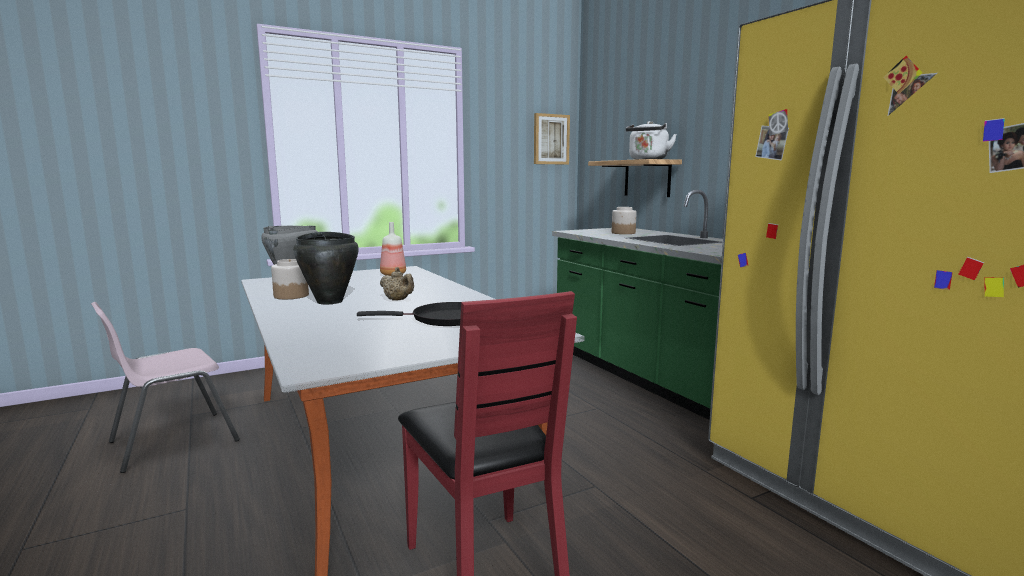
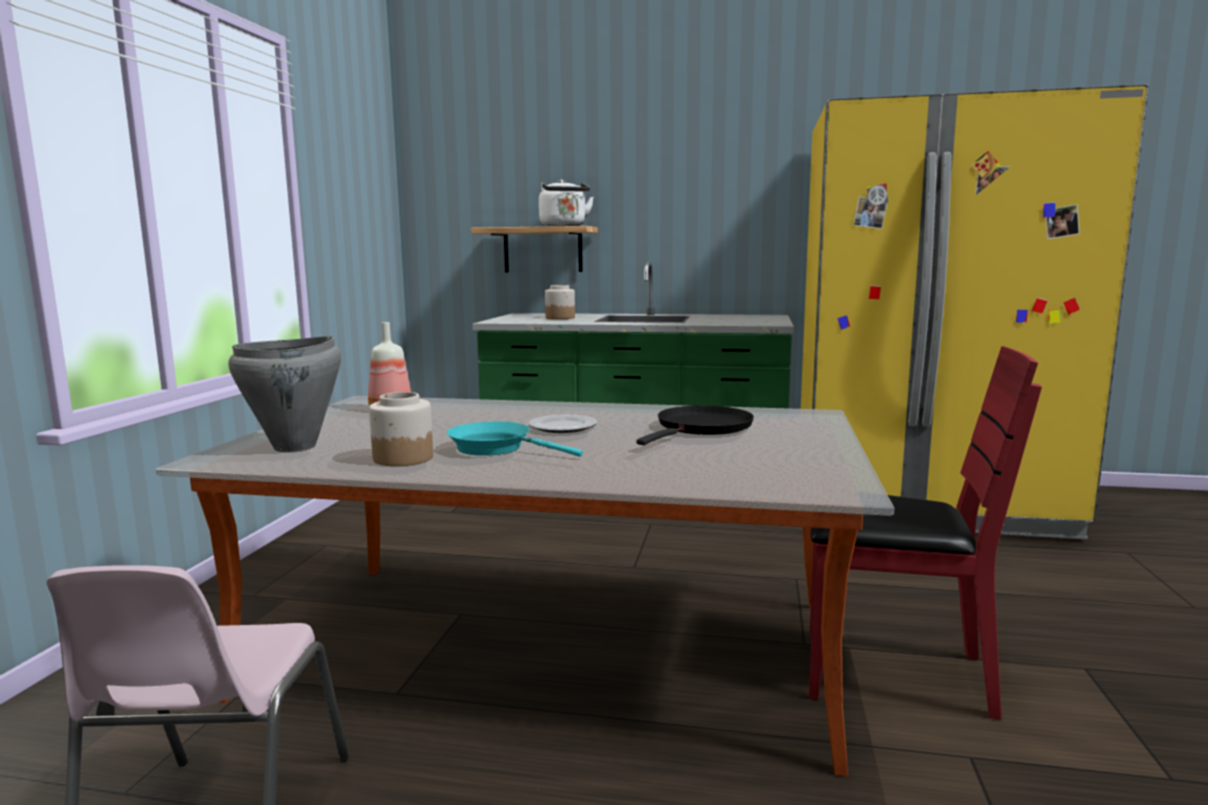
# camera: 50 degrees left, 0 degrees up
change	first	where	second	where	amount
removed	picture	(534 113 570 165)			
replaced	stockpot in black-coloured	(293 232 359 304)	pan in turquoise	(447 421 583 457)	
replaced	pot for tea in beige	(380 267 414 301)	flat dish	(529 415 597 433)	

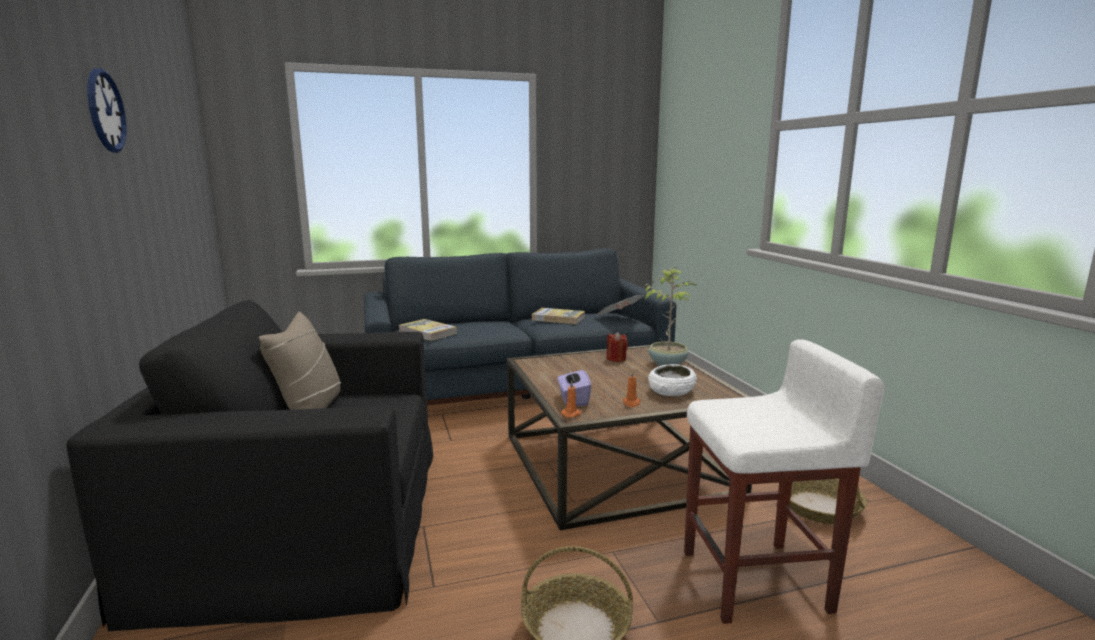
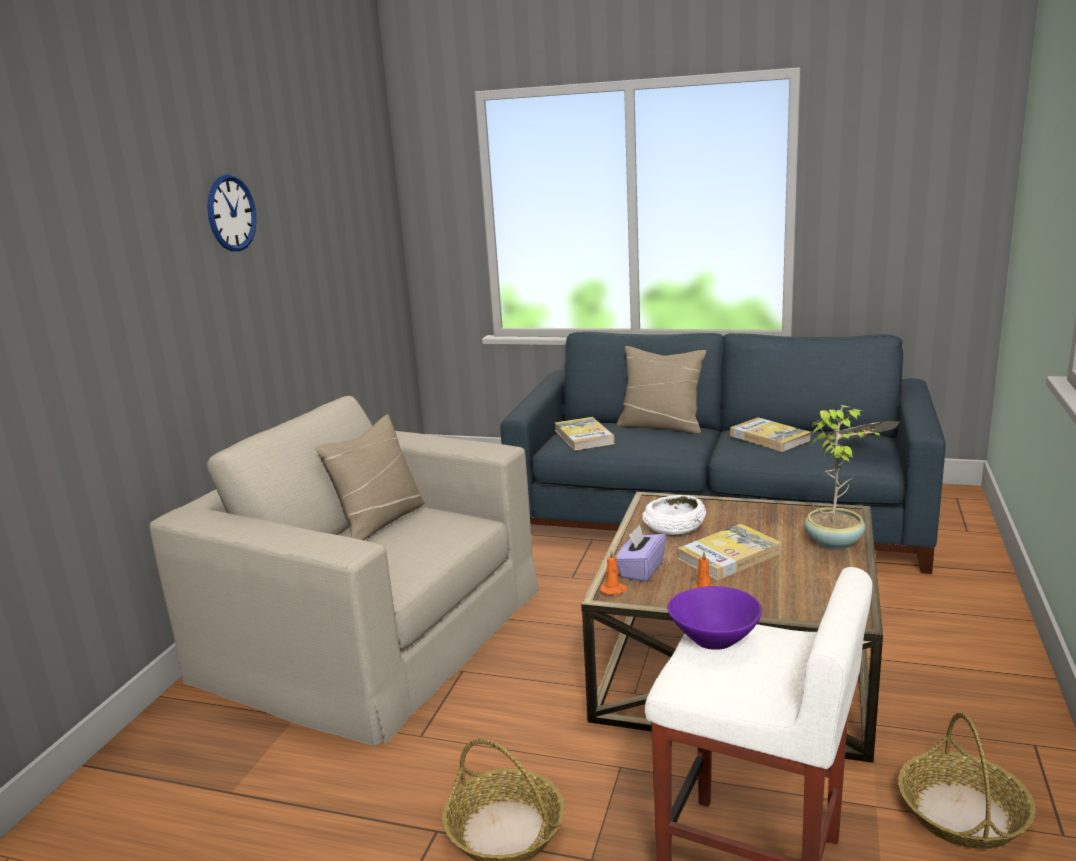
# camera: 35 degrees right, 5 degrees up
change	first	where	second	where	amount
recoloured	armchair in black-coloured	(66 300 433 631)	armchair in beige	(149 396 538 746)	
removed	wax light in red	(606 332 628 362)			
moved	deep dish in white-coloured	(648 364 697 396)		(642 495 706 535)	
added			cushion in beige	(616 346 706 434)	
added			book	(678 524 782 580)	
added			deep dish in purple-coloured	(667 586 762 650)	

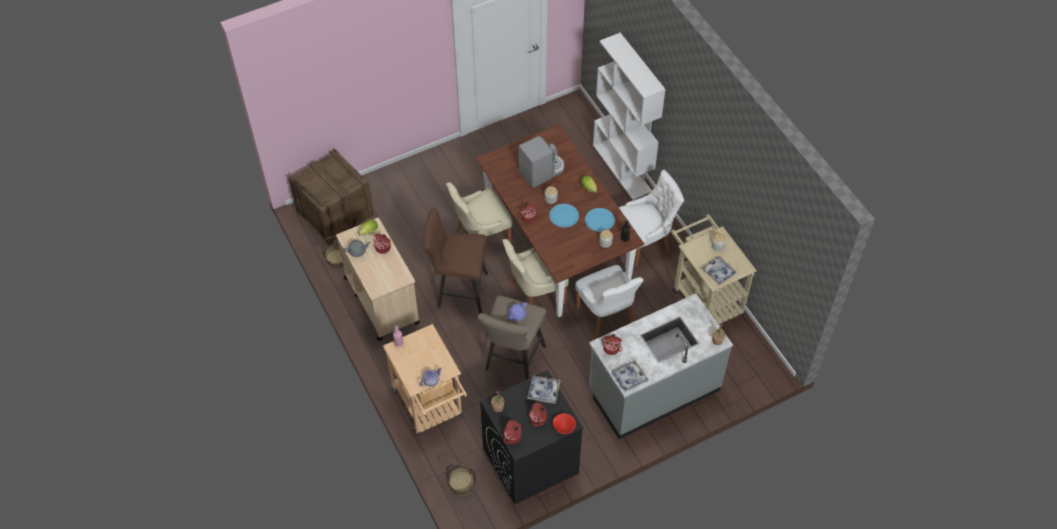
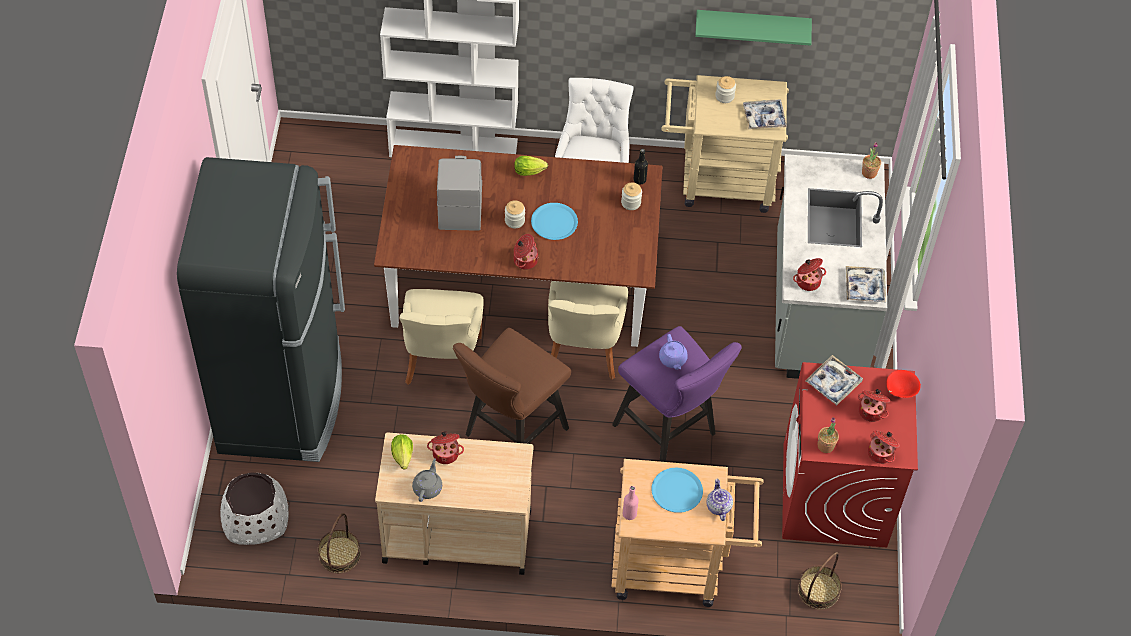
# camera: 60 degrees left, 0 degrees up
change	first	where	second	where	amount
replaced	shipping crate	(288 149 374 246)	flower pot in white-coloured	(220 472 289 545)	
moved	flat dish in blue	(585 208 615 232)		(651 468 703 513)	
removed	chair in white-coloured	(575 265 644 337)			
recoloured	sitting stool in beige	(478 295 546 380)	sitting stool in purple-coloured	(612 326 742 462)	
recoloured	washing machine in black-coloured	(480 370 584 505)	washing machine in red	(782 362 918 548)	
added			shelf in green	(695 10 812 46)	
added			fridge in black-coloured	(177 157 345 462)	

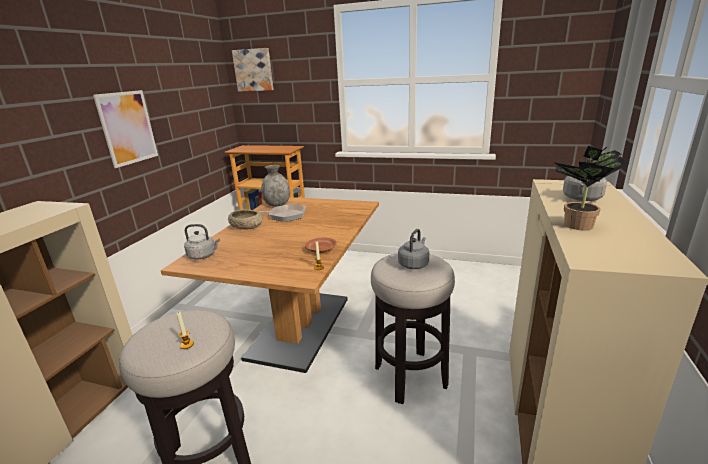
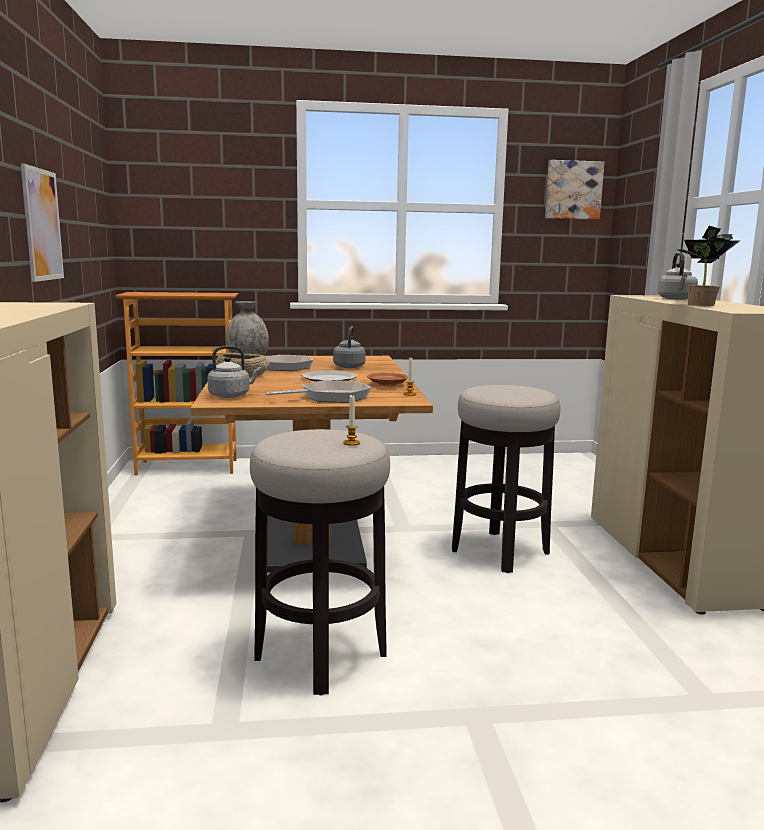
# camera: 25 degrees left, 10 degrees down
change	first	where	second	where	amount
moved	picture	(232 48 274 92)		(545 160 605 220)	
moved	water kettle in greyish	(398 229 429 269)		(333 327 366 368)	
added			flat dish	(302 370 358 382)	
added			pan	(266 380 371 403)	

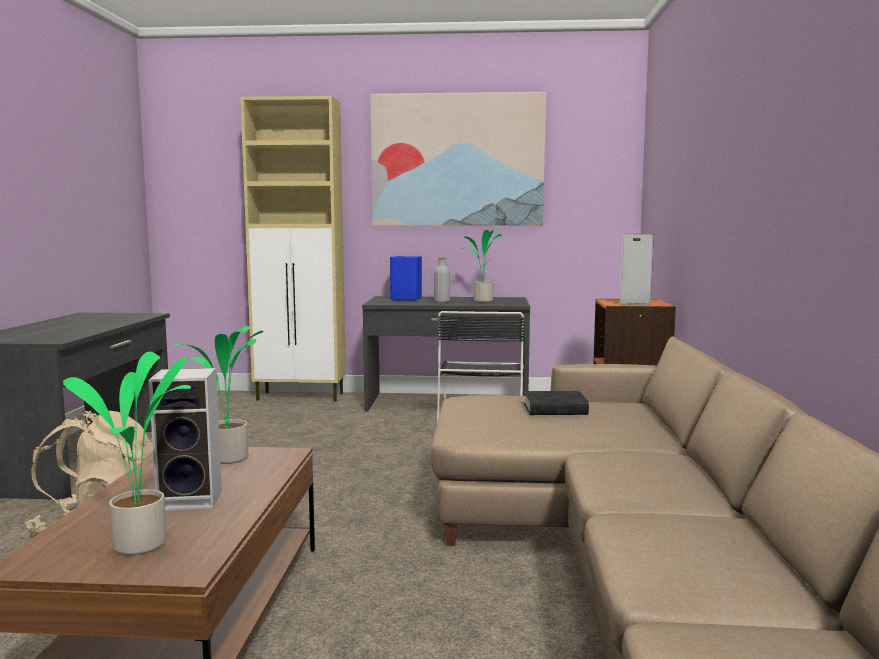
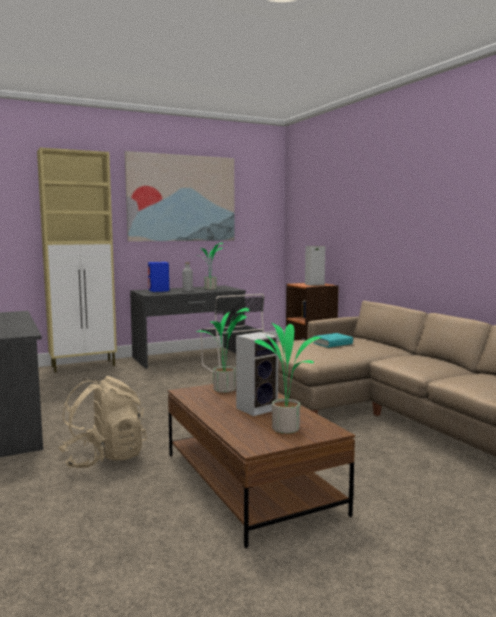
# camera: 30 degrees left, 0 degrees up
change	first	where	second	where	amount
recoloured	book in black-coloured	(524 391 589 415)	book in turquoise	(313 333 353 348)	

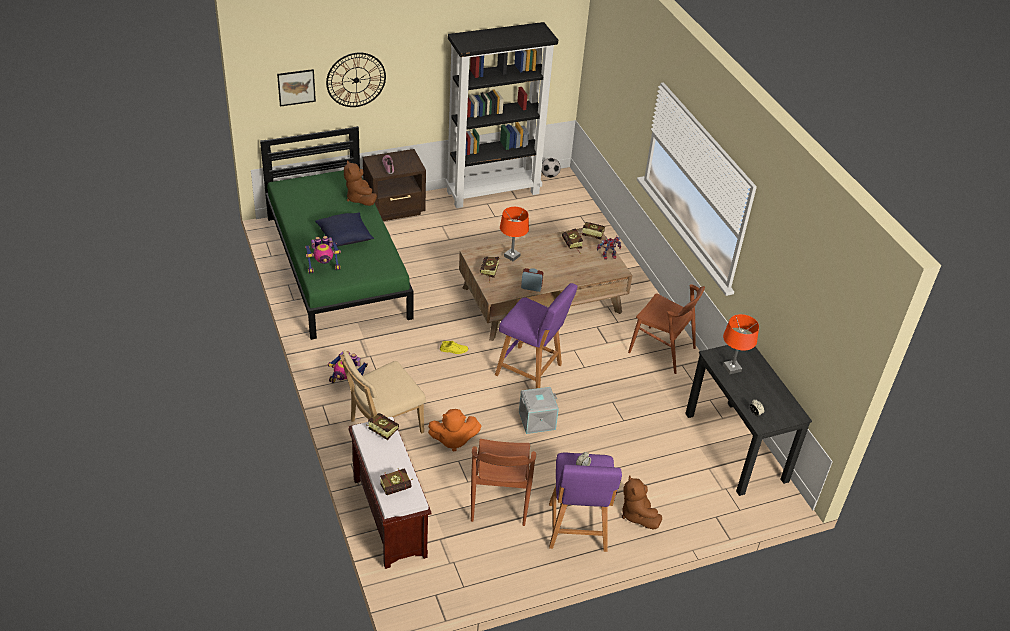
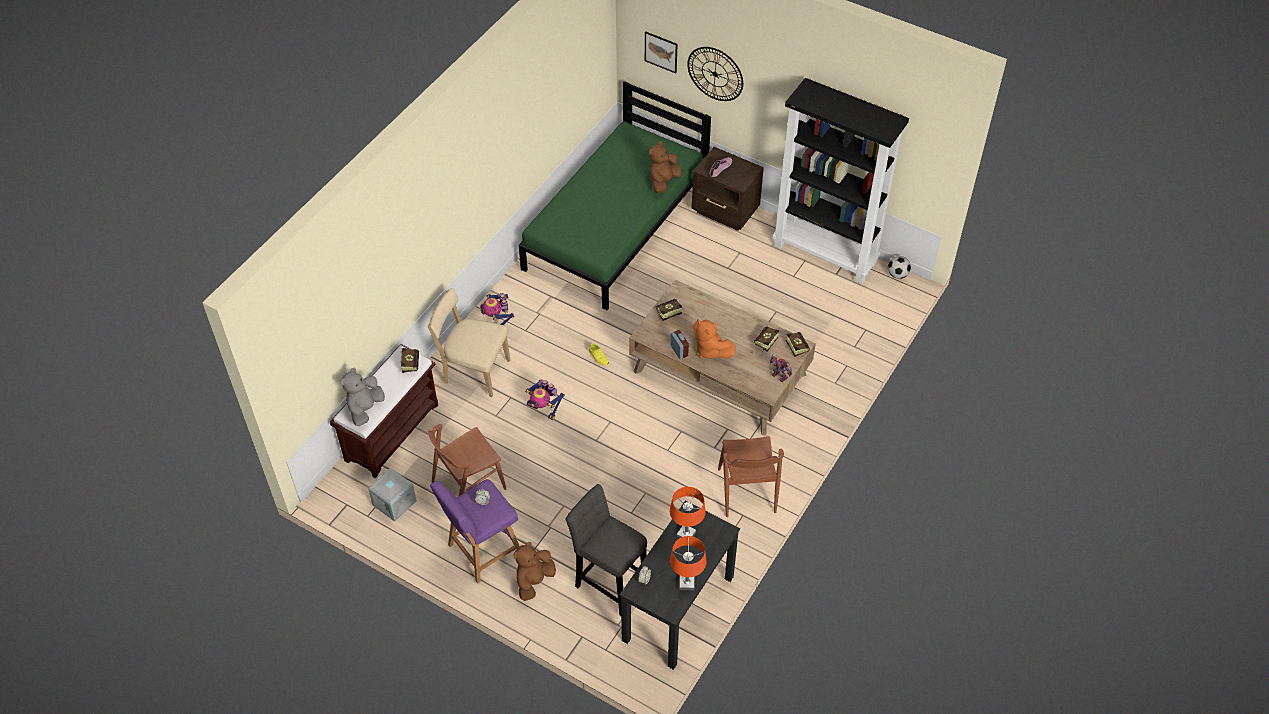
# camera: 55 degrees right, 10 degrees up
change	first	where	second	where	amount
moved	table lamp in orangey	(500 207 529 261)		(670 536 707 590)	
removed	cushion in blue	(315 213 374 248)			
moved	model robot	(305 236 341 274)		(525 379 565 420)	
removed	sitting stool in purple-coloured	(495 283 578 389)			
moved	storage box in greyish	(519 387 559 434)		(368 468 417 522)	
moved	plush toy in orangey	(428 409 481 451)		(693 319 736 358)	
replaced	book	(380 468 413 495)	plush toy in greyish	(340 368 385 426)	
added			sitting stool in greyish	(565 484 647 616)	

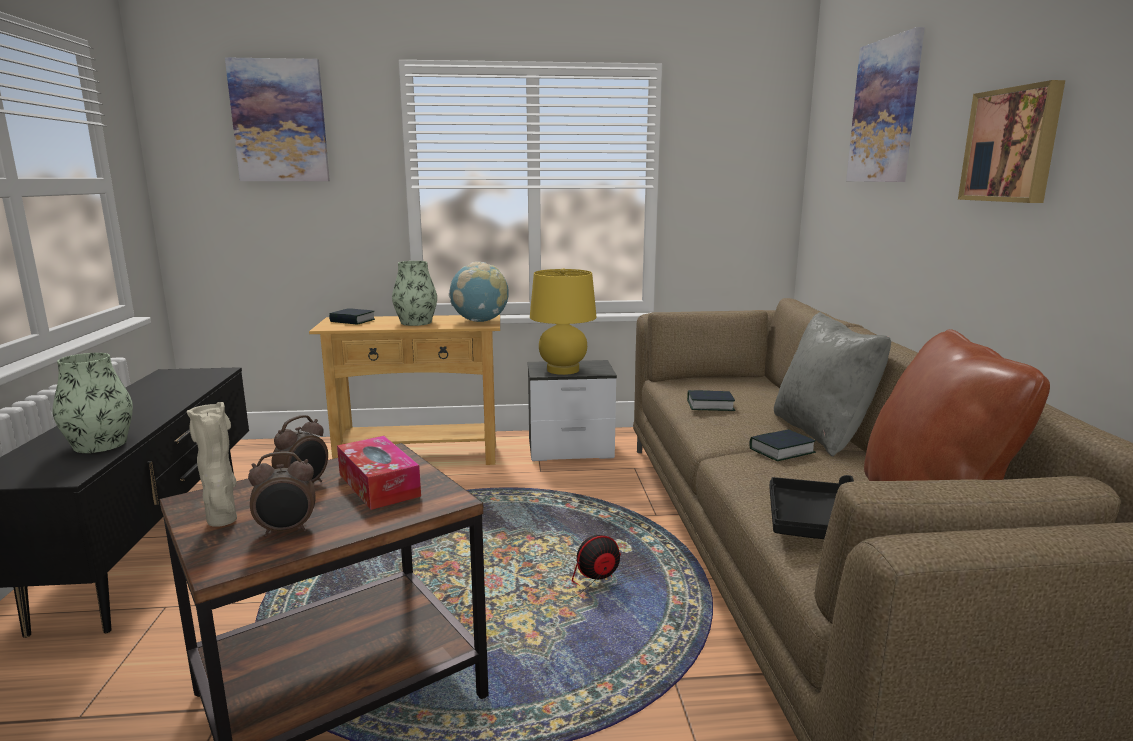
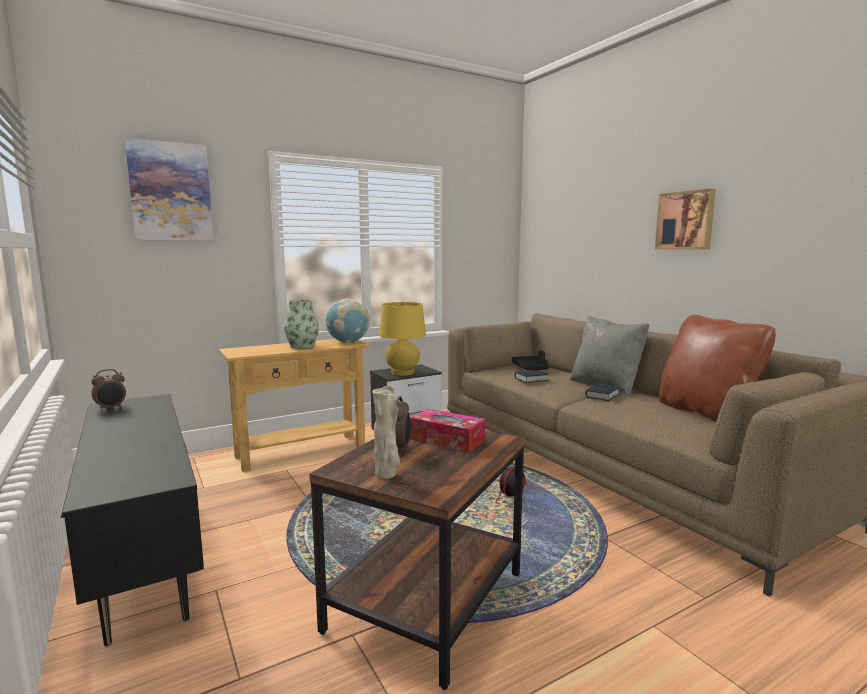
# camera: 25 degrees left, 5 degrees down
change	first	where	second	where	amount
removed	picture	(846 27 925 182)			
removed	book	(329 308 375 325)			
removed	flower vase	(53 353 133 453)			
moved	alarm clock	(248 451 316 537)		(91 369 126 411)	
moved	tray in black-coloured	(769 475 854 539)		(512 351 549 370)	

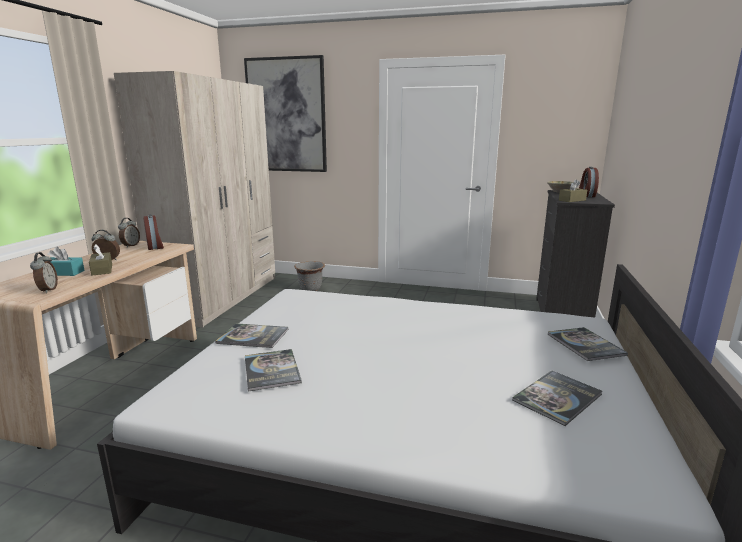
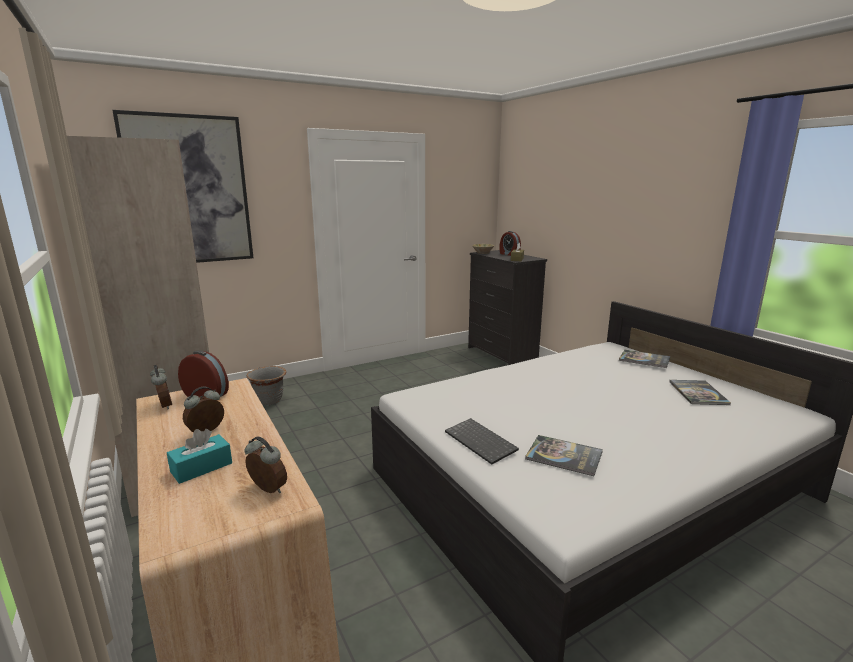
# camera: 45 degrees left, 0 degrees up
change	first	where	second	where	amount
removed	box of tissues in brownish	(89 244 112 276)			
replaced	book	(215 323 289 348)	computer keyboard	(445 418 519 465)	

